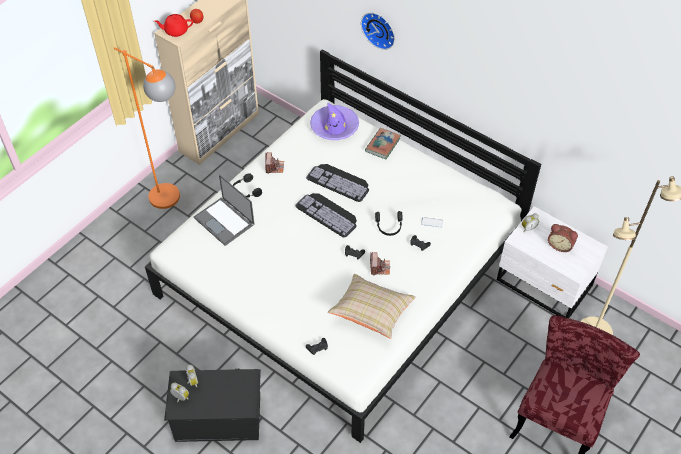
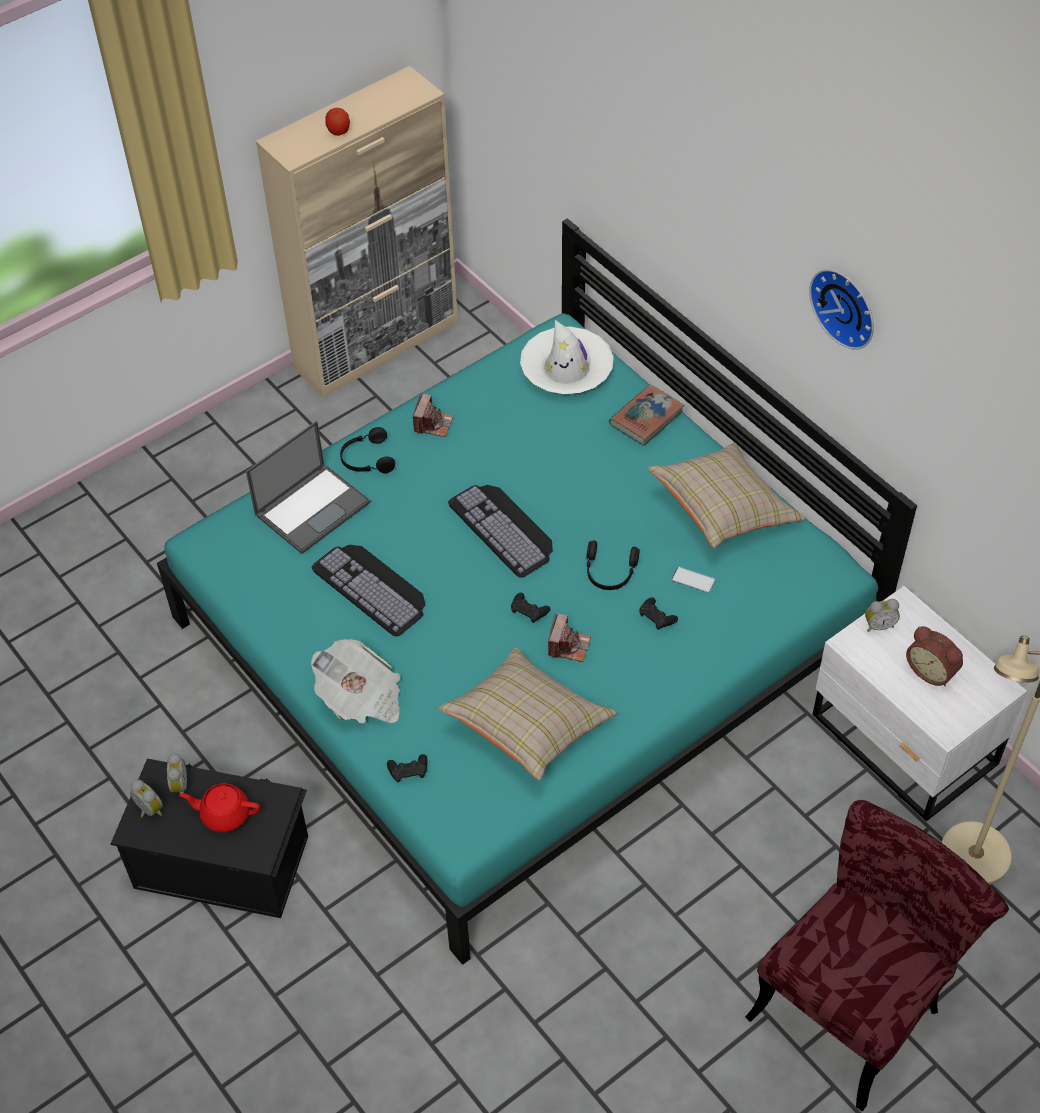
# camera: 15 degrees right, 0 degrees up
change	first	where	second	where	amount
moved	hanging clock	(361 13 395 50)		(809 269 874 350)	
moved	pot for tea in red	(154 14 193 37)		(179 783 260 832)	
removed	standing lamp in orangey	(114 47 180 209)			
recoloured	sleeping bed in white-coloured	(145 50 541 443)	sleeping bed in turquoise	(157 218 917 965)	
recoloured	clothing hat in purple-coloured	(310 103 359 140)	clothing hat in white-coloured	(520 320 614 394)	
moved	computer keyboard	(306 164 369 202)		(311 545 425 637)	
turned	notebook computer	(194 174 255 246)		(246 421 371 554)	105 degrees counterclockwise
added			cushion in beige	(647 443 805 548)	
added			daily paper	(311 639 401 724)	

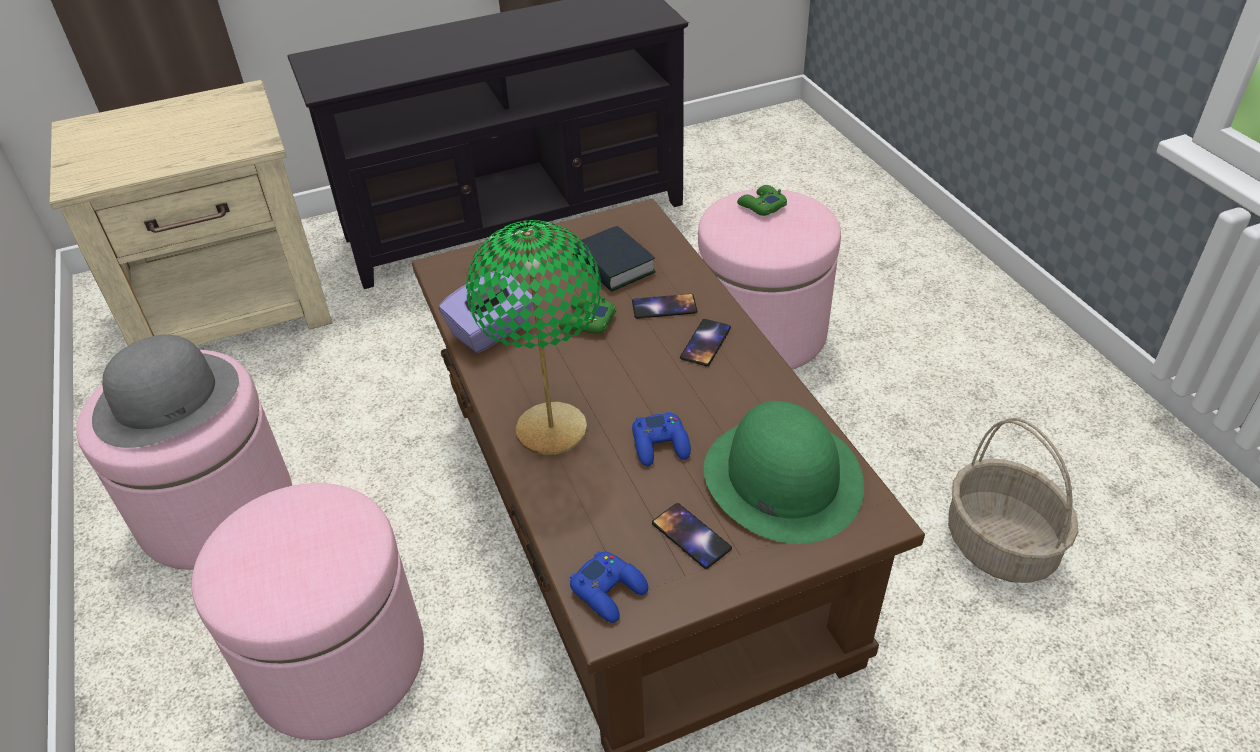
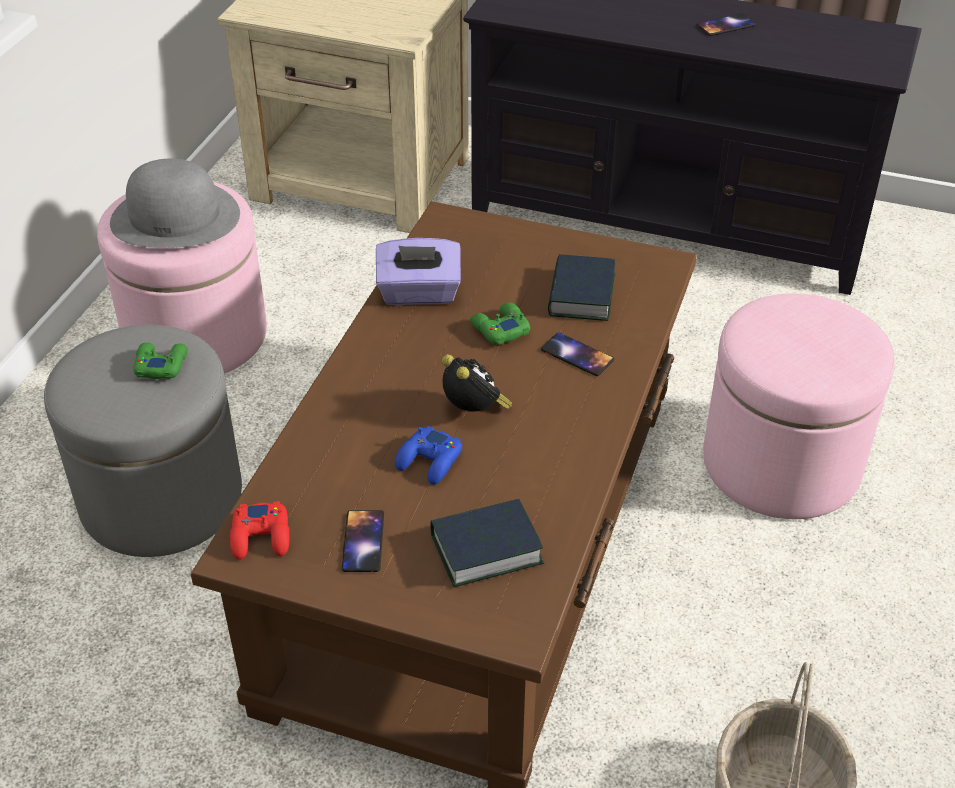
# camera: 40 degrees right, 0 degrees up
change	first	where	second	where	amount
moved	game controller in green	(737 185 787 216)		(133 343 188 379)	
removed	table lamp in green	(466 220 601 455)			
moved	telephone	(680 319 731 366)		(696 13 756 36)	
replaced	clothing hat in green	(704 401 864 544)	book	(430 499 544 587)	
recoloured	footrest in pink-coloured	(192 483 424 740)	footrest in greyish	(44 325 242 557)	
recoloured	game controller in blue	(570 551 648 623)	game controller in red	(230 501 289 560)	
added			alarm clock	(442 354 513 412)	

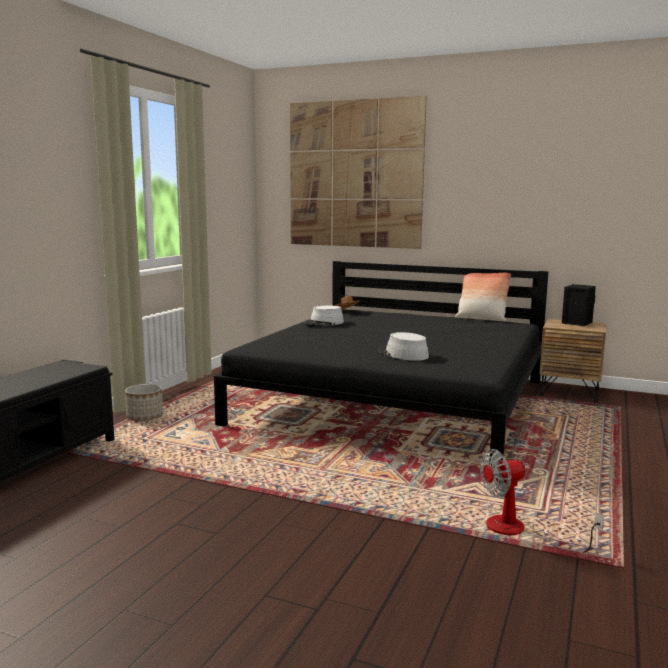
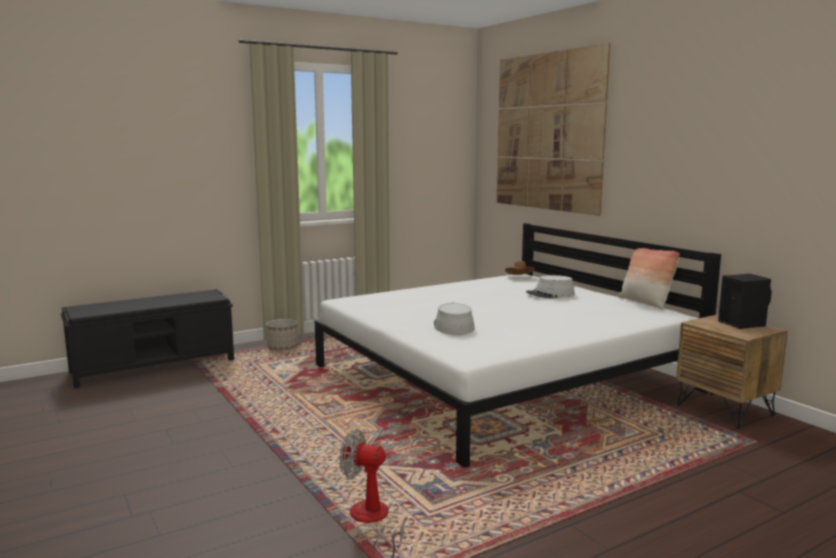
# camera: 35 degrees right, 0 degrees up
change	first	where	second	where	amount
recoloured	sleeping bed in black-coloured	(214 261 549 466)	sleeping bed in white-coloured	(315 223 721 468)	
moved	clothing hat in greyish	(304 305 344 326)		(526 275 575 298)	

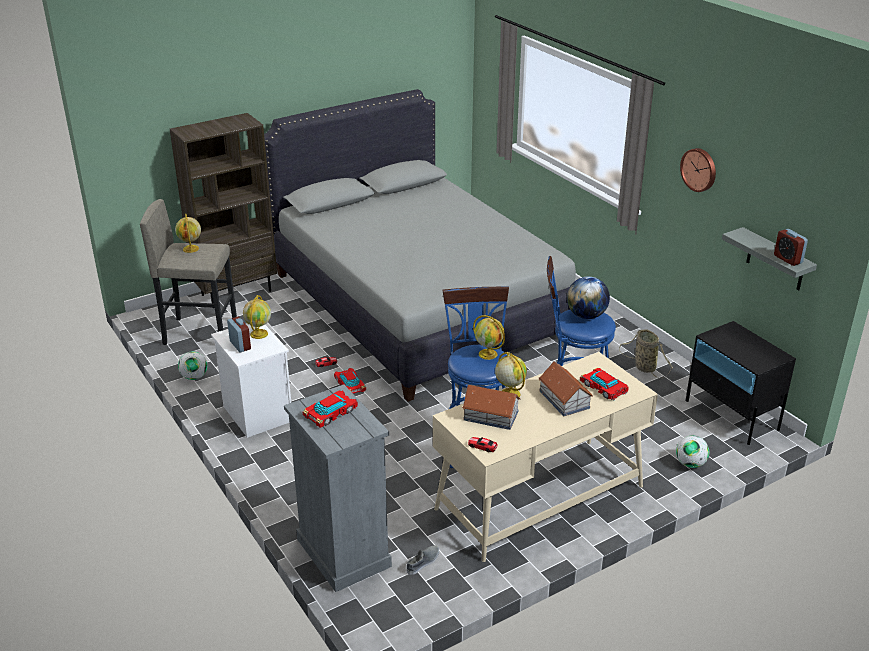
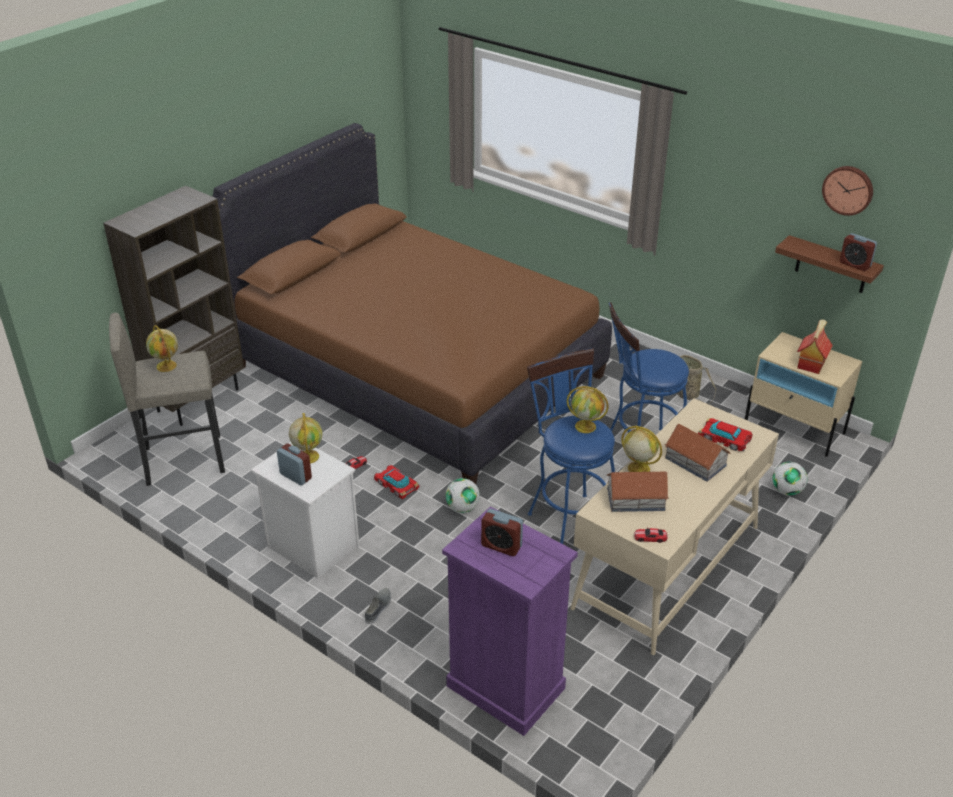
# camera: 20 degrees left, 5 degrees up
change	first	where	second	where	amount
recoloured	sleeping bed in greyish	(264 89 576 401)	sleeping bed in brownish	(212 123 612 484)	
moved	hanging clock	(680 148 716 192)		(822 166 873 216)	
recoloured	shelf in greyish	(722 227 817 290)	shelf in brownish	(775 235 884 293)	
removed	world globe	(567 276 610 319)			
recoloured	night table in black-coloured	(686 321 796 445)	night table in beige	(745 332 862 457)	
moved	ball for football	(178 351 207 380)		(445 478 480 513)	
recoloured	drawer chest in greyish	(284 385 392 592)	drawer chest in purple-coloured	(442 506 578 736)	
replaced	toy car	(303 390 358 428)	alarm clock	(481 509 523 556)	
moved	shoe in greyish	(407 546 439 575)		(365 588 391 624)	
added			toy house	(797 319 833 374)	

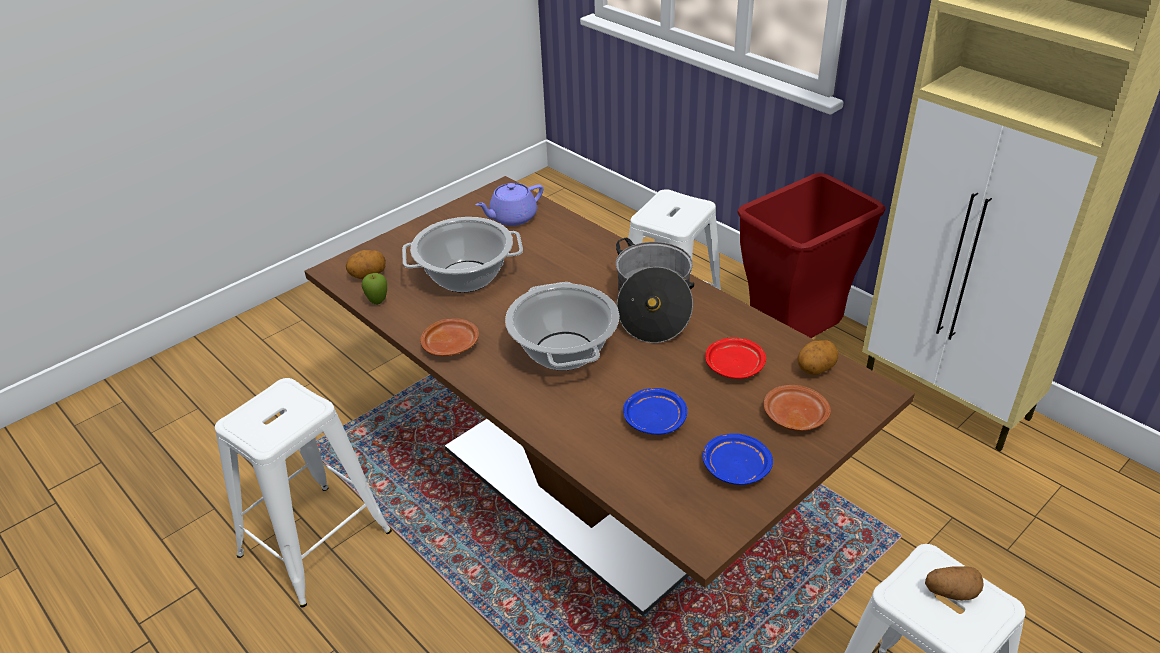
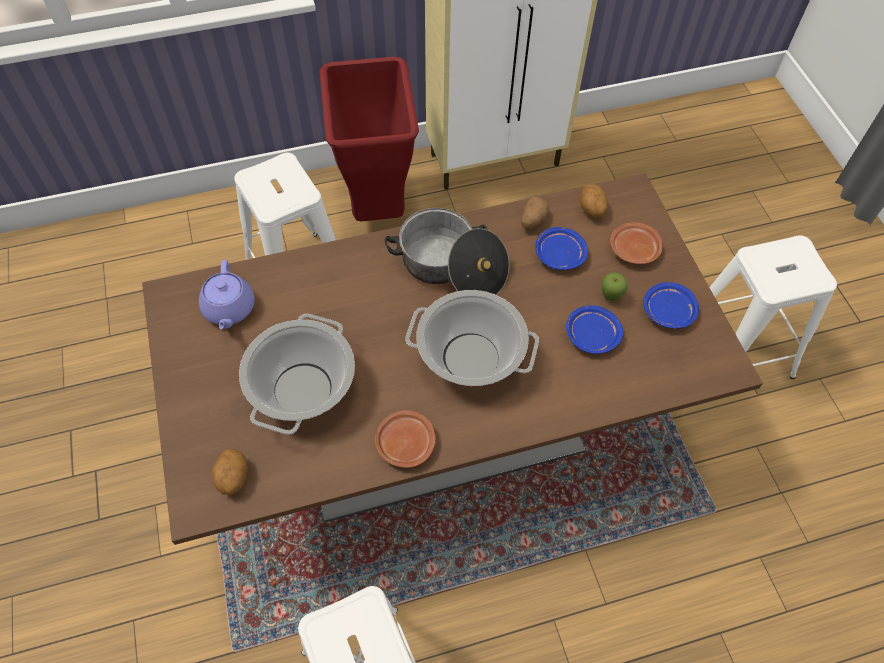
# camera: 65 degrees left, 20 degrees up
change	first	where	second	where	amount
moved	apple	(362 273 387 305)		(602 272 628 301)	
recoloured	flat dish in red	(705 337 766 379)	flat dish in blue	(535 227 588 270)	
moved	whole potato	(925 566 984 600)		(521 197 549 230)	

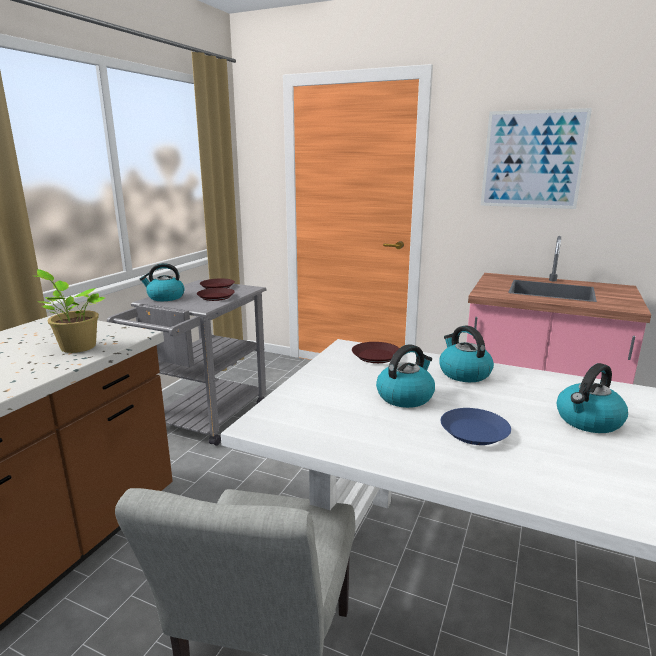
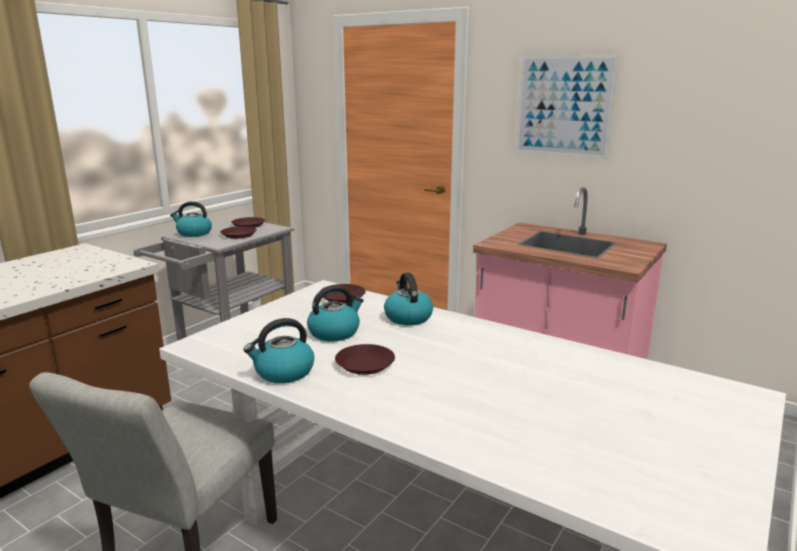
# camera: 10 degrees right, 0 degrees up
change	first	where	second	where	amount
removed	potted plant	(34 269 105 353)			
moved	water kettle	(557 363 628 433)		(243 318 314 383)	
recoloured	flat dish in blue	(441 408 511 445)	flat dish in brownish	(335 344 395 375)	

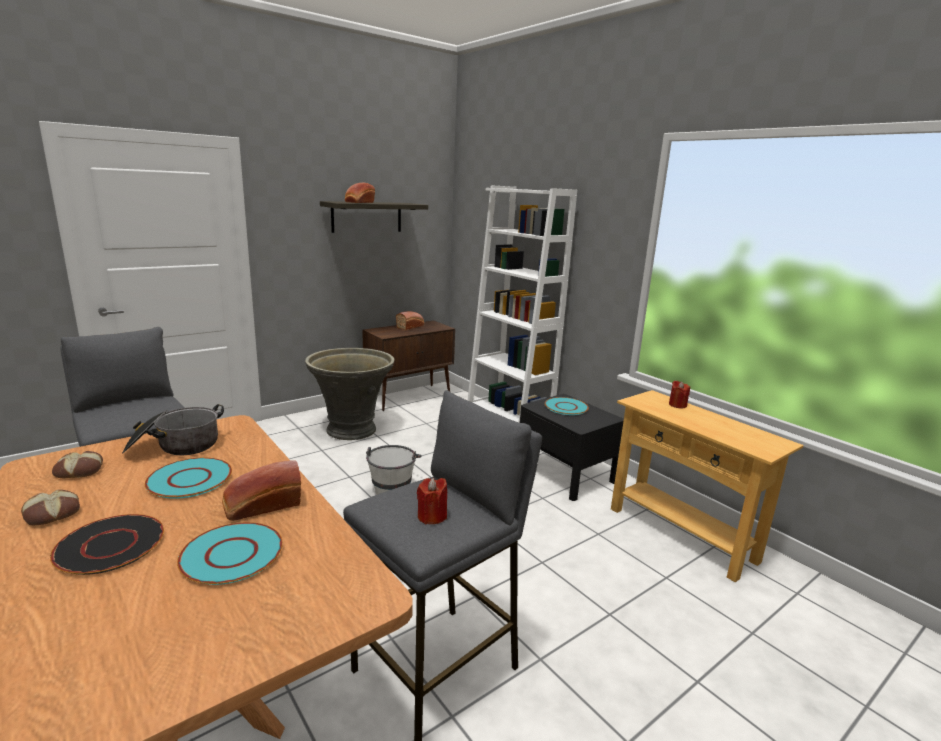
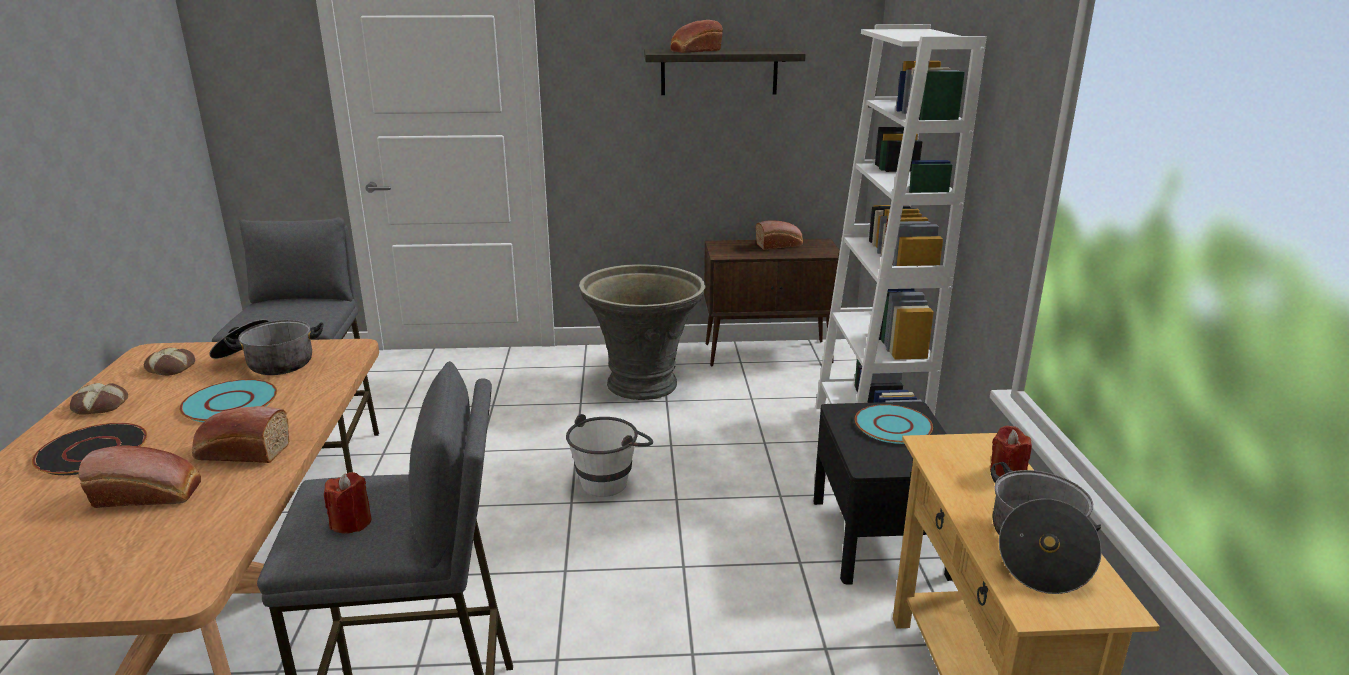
# camera: 35 degrees right, 5 degrees up
change	first	where	second	where	amount
replaced	flat dish in turquoise	(177 522 283 585)	baked bread	(78 446 201 508)	
added			stockpot	(991 462 1102 594)	

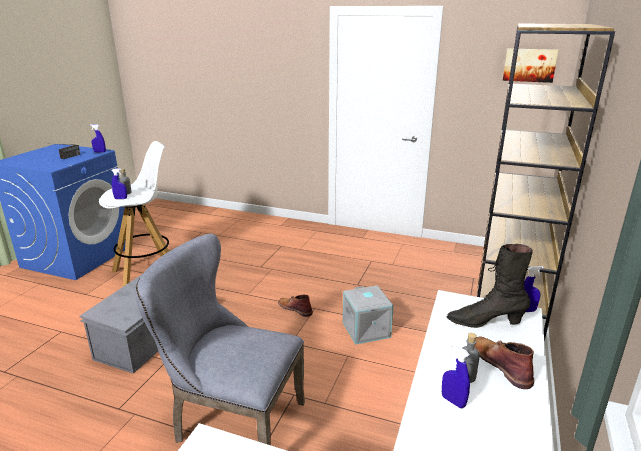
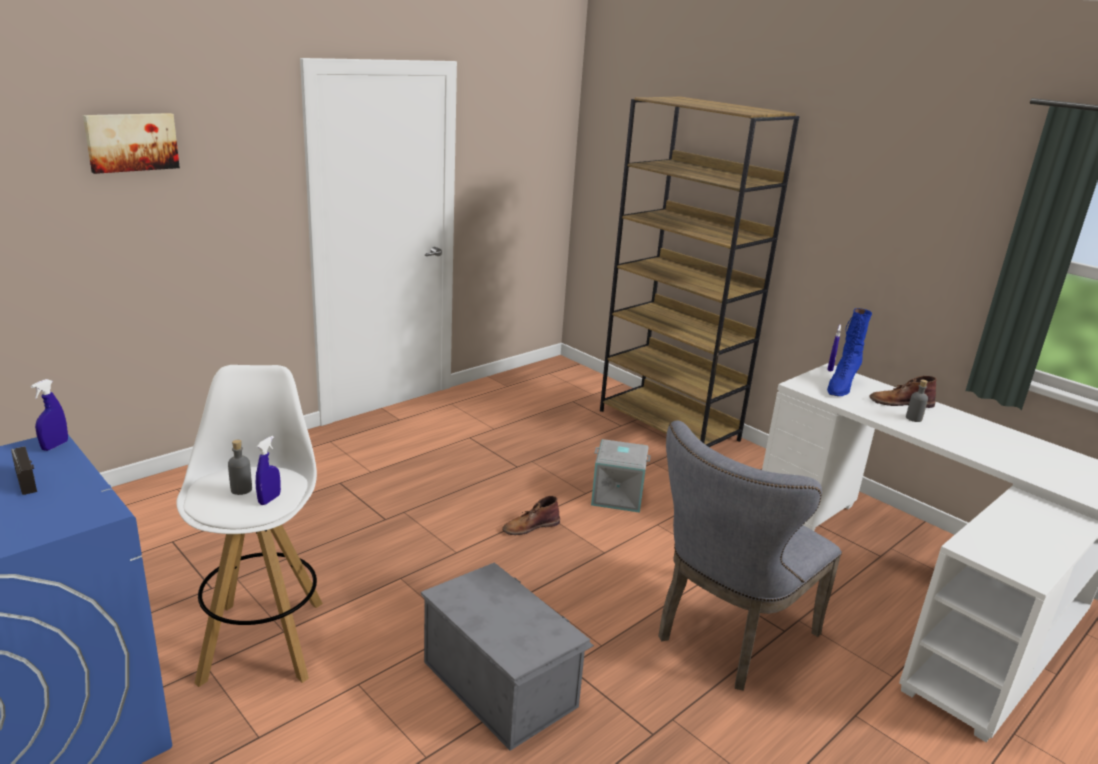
# camera: 65 degrees left, 0 degrees up
change	first	where	second	where	amount
moved	picture	(503 48 559 83)		(83 113 180 174)	
recoloured	boot in black-coloured	(446 244 533 328)	boot in blue	(827 308 872 396)	
removed	hand sprayer in blue	(442 343 470 408)			

